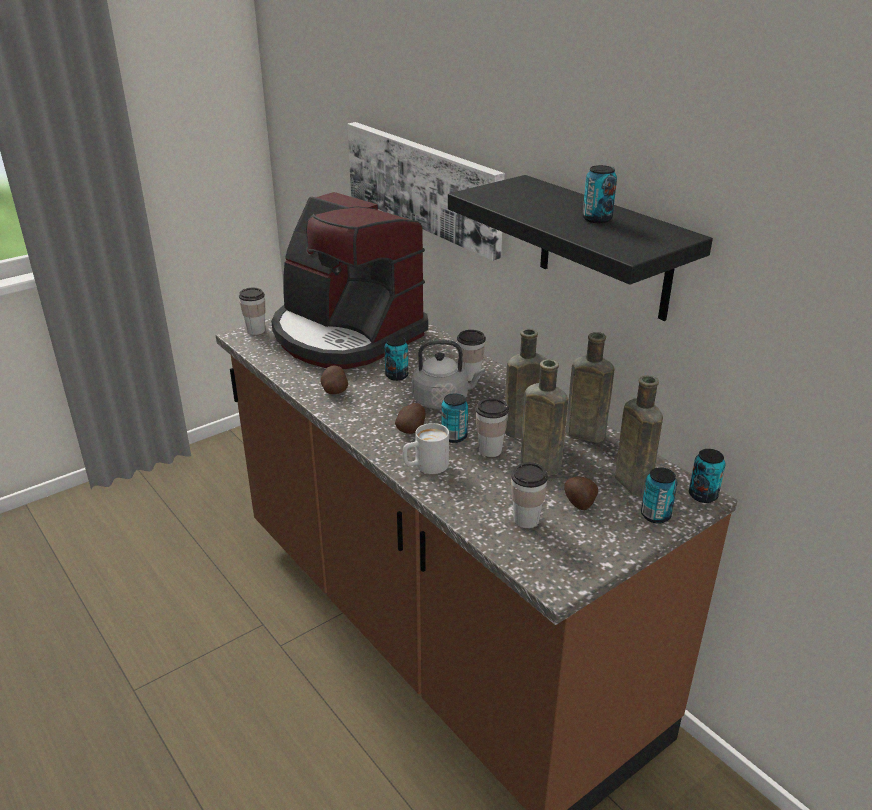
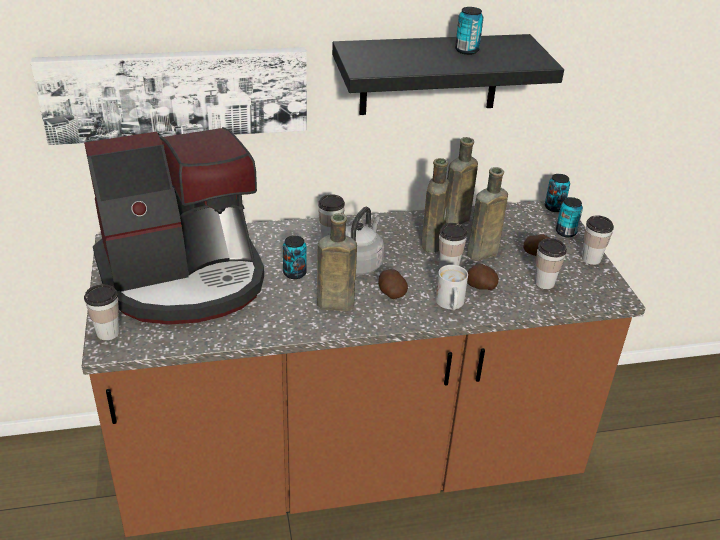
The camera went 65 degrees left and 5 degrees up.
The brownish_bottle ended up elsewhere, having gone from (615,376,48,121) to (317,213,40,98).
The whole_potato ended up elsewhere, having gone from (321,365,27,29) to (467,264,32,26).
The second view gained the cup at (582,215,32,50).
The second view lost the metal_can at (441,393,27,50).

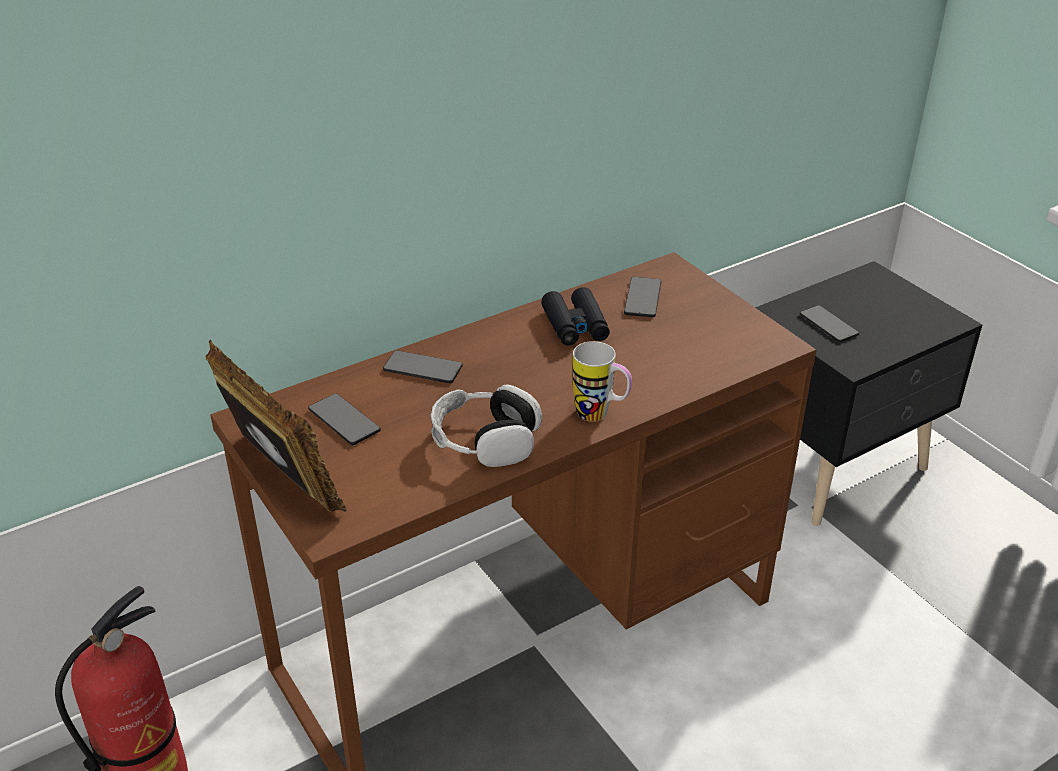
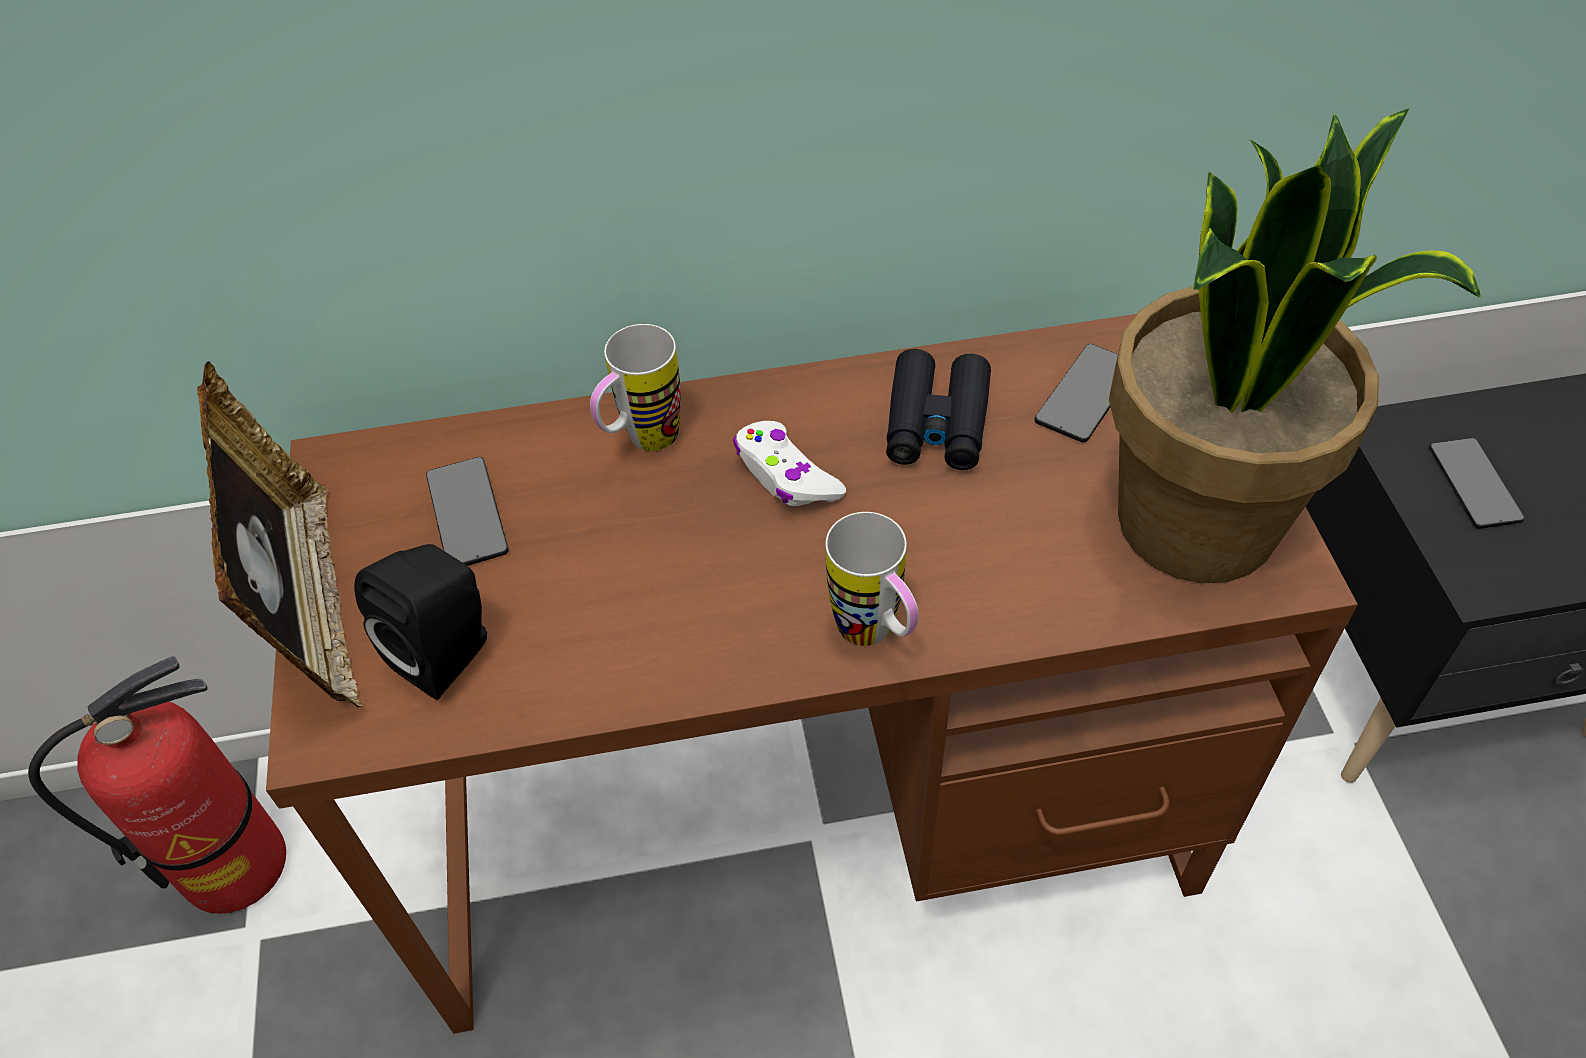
The camera went 25 degrees right and 15 degrees up.
The second view gained the black-coloured_loudspeaker at (354,544,133,156).
Where the handset stood at (383,350,80,34), the mug came to stand at (590,324,91,127).
The second view gained the white-coloured_joypad at (733,421,113,85).
The second view gained the houseplant at (1109,108,371,475).
The second view lost the headset at (431,385,111,82).

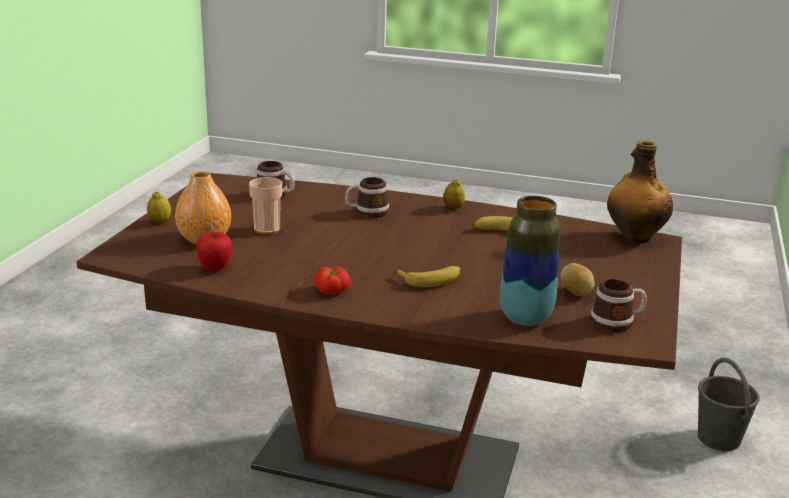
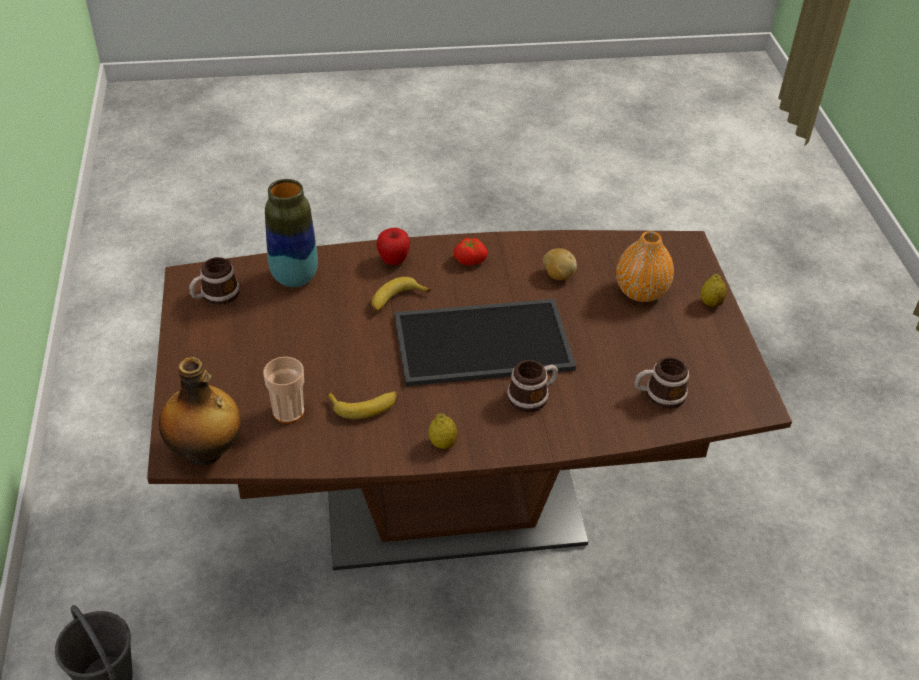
The camera went 155 degrees right and 20 degrees up.
The cup ended up elsewhere, having gone from (249,177,33,58) to (264,357,40,67).
The apple_fruit ended up elsewhere, having gone from (196,232,37,39) to (376,228,34,37).
The second view gained the serving_tray at (394,299,182,87).
The whole_potato ended up elsewhere, having gone from (560,263,35,33) to (543,248,34,32).

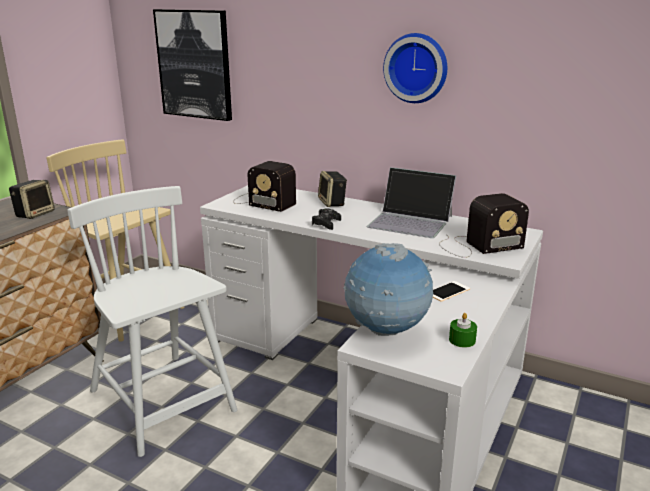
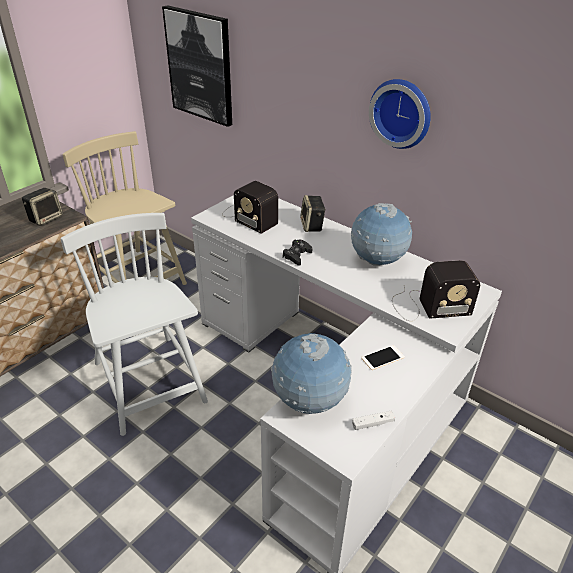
The camera went 10 degrees right and 15 degrees up.
Where the laptop stood at (366,167,90,71), the world_globe came to stand at (351,203,61,63).
Where the green_wax_light stood at (449,313,28,35), the white-coloured_joypad came to stand at (352,411,43,19).

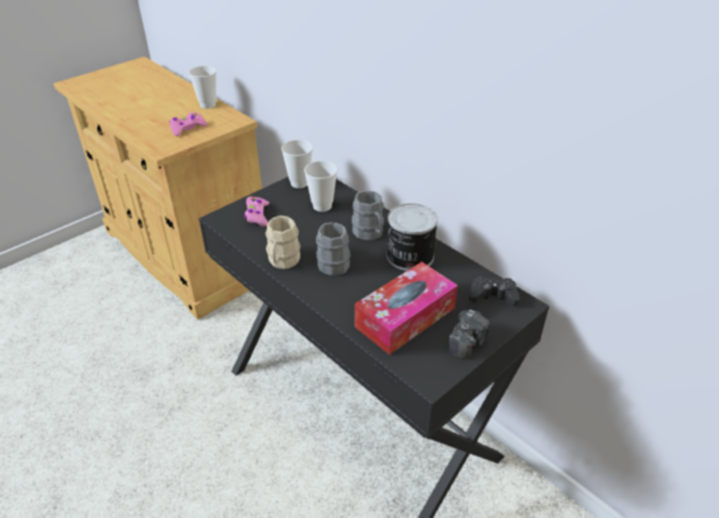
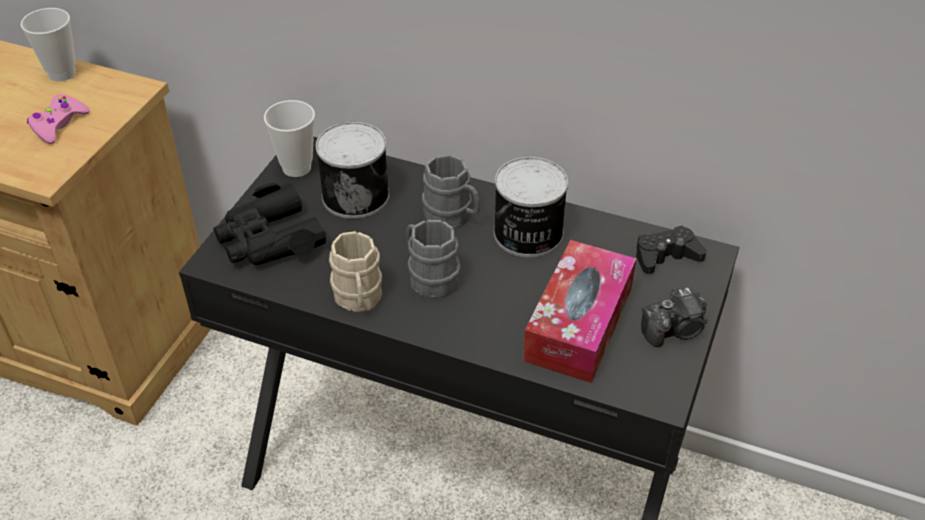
The camera went 25 degrees left and 5 degrees up.
Where the pink_joypad stood at (244,197,25,30), the black-coloured_pair_of_binoculars came to stand at (213,182,113,83).
Where the cup stood at (304,161,34,51), the metal_can came to stand at (316,122,73,97).
The still_camera at (448,309,42,50) ended up facing another way, 60 degrees clockwise from before.

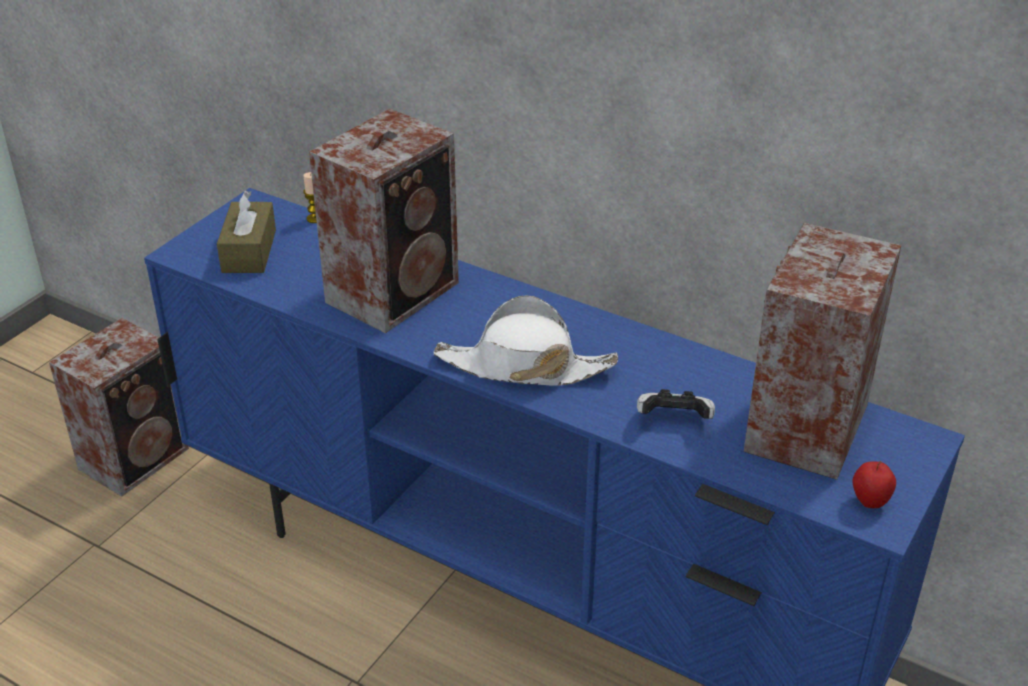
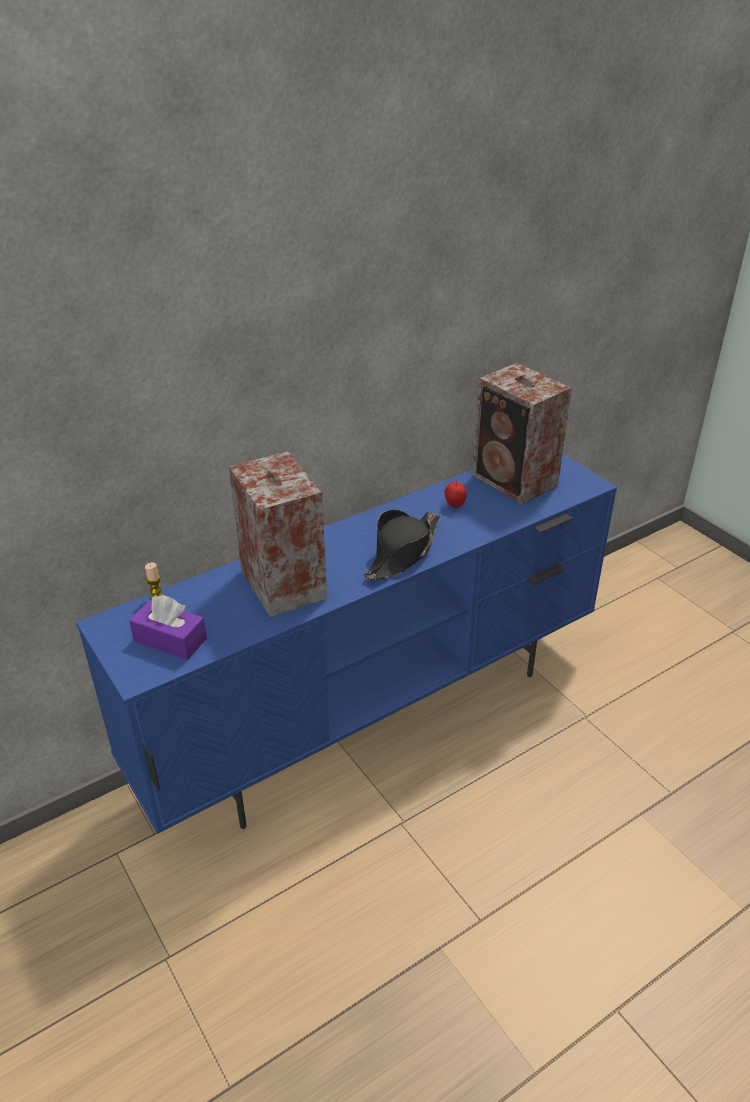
The camera went 65 degrees left and 0 degrees up.
What was the brownish_box_of_tissues at (217,190,59,83) turned into the purplish_box_of_tissues at (129,595,78,65).
What was the white-coloured_hat at (434,295,184,91) turned into the black-coloured_hat at (364,509,76,72).
The apple_fruit ended up elsewhere, having gone from (853,461,43,47) to (445,480,22,28).
The second view lost the loudspeaker at (49,318,140,179).
The second view lost the joypad at (637,389,78,30).

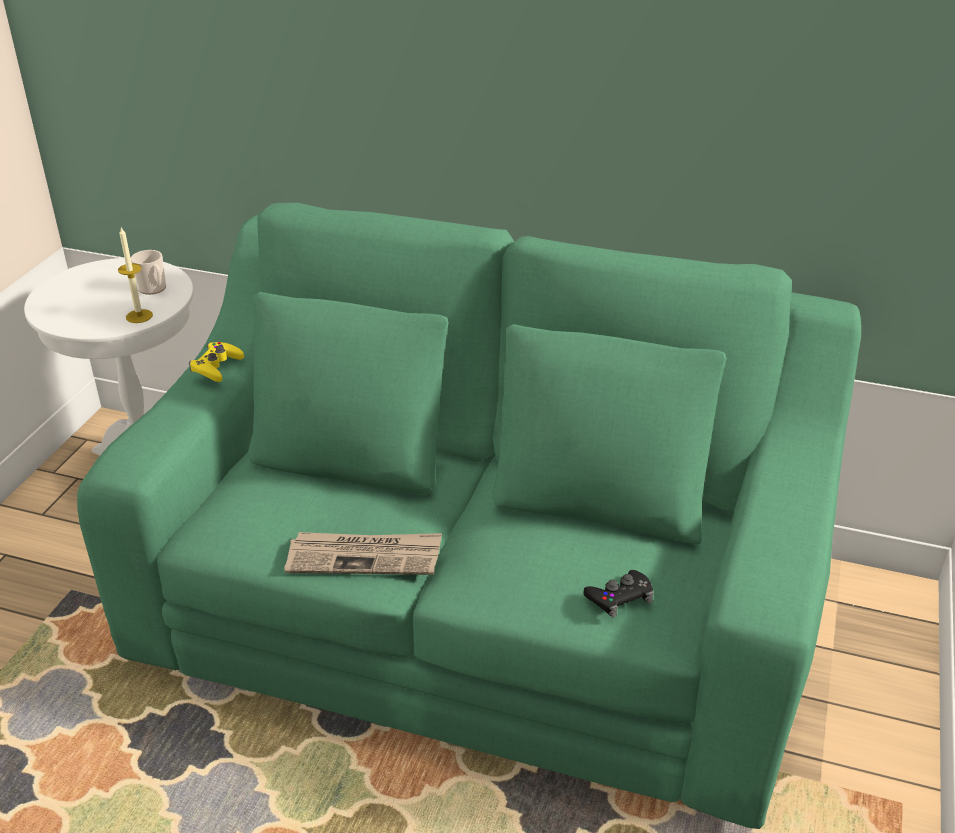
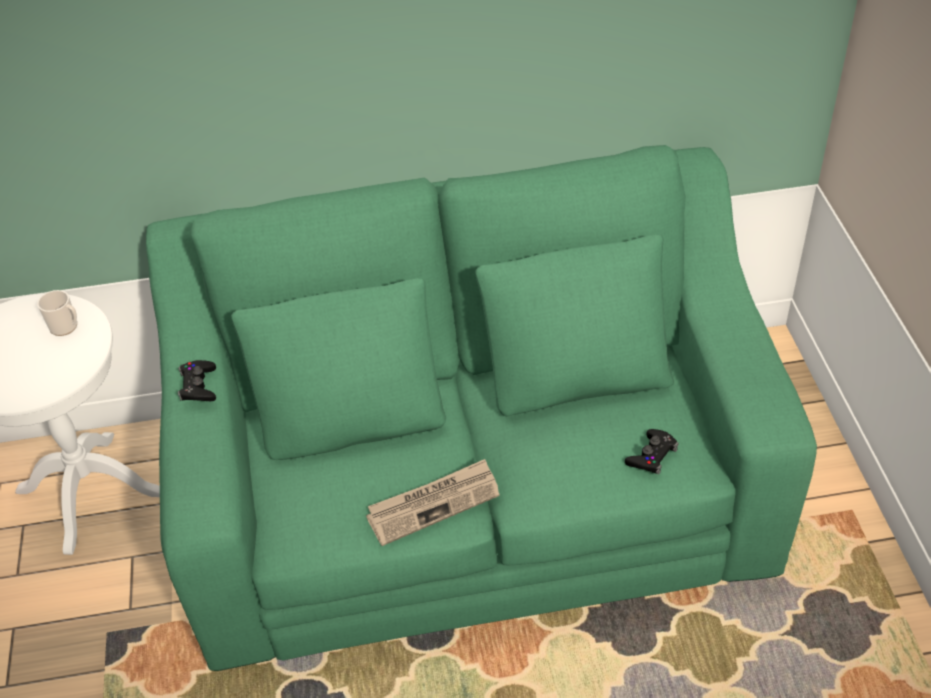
The camera went 25 degrees left and 10 degrees up.
What was the yellow-coloured_joypad at (189,342,55,40) turned into the black-coloured_joypad at (178,360,38,41).
The second view lost the wax_light at (118,228,35,95).

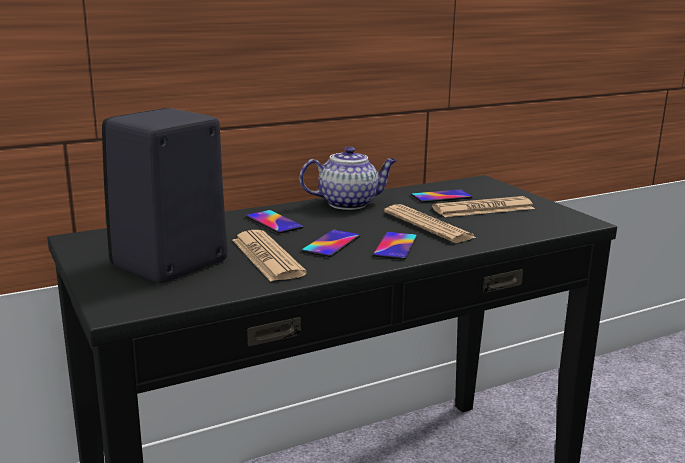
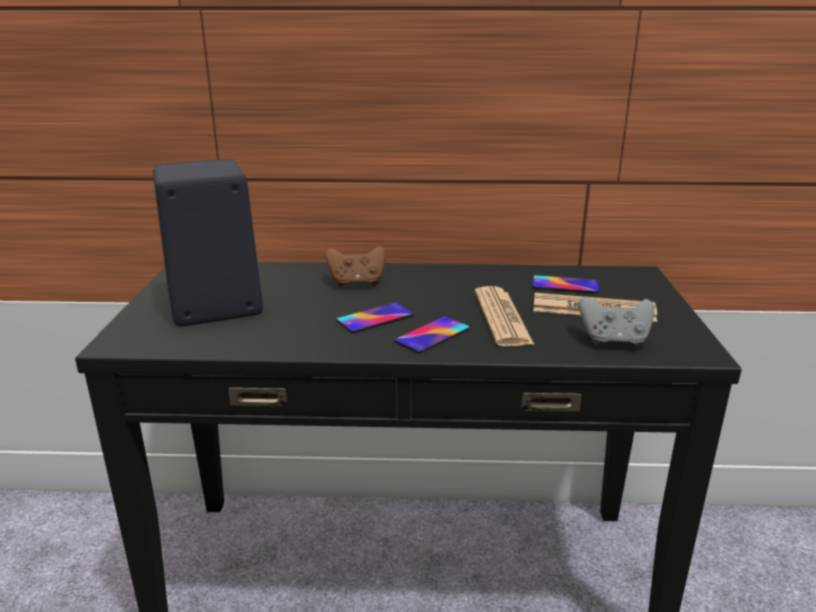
The camera went 30 degrees right and 5 degrees up.
Where the handset stood at (246,210,57,23), the brownish_joypad came to stand at (325,246,61,41).
The second view gained the gray_joypad at (579,296,75,51).
The second view lost the daily_paper at (232,230,75,52).
The second view lost the pot_for_tea at (299,146,98,64).

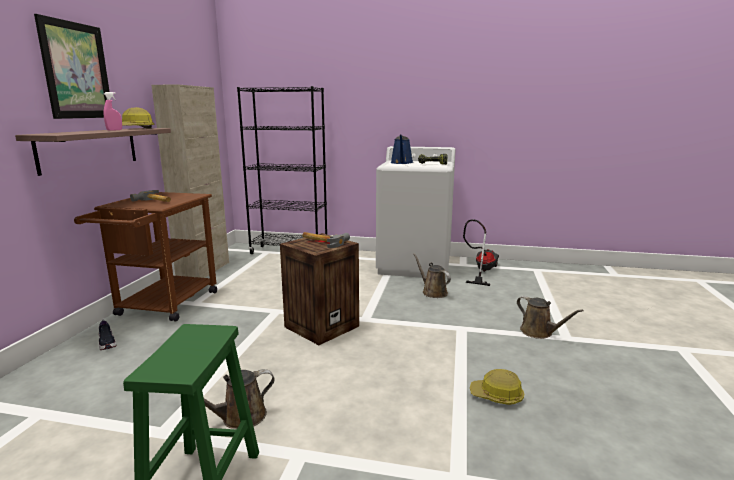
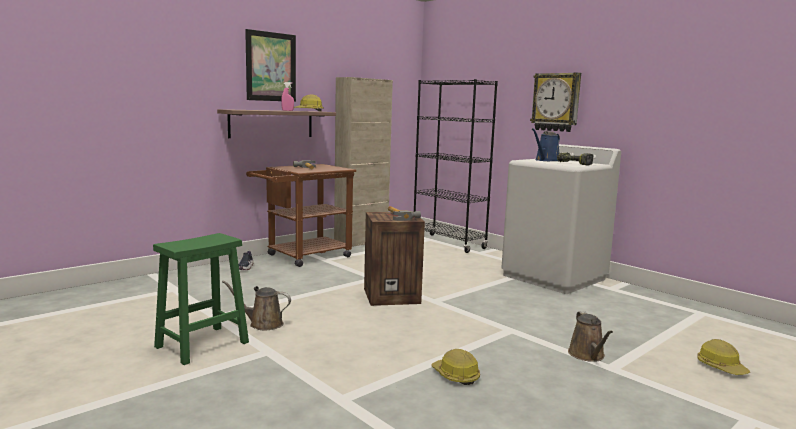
The camera went 35 degrees right and 5 degrees down.
The second view gained the hanging_clock at (530,72,51,60).
The second view gained the hard_hat at (697,339,53,36).
The second view lost the brownish_watering_can at (413,254,38,44).
The second view lost the vacuum at (463,219,36,67).

